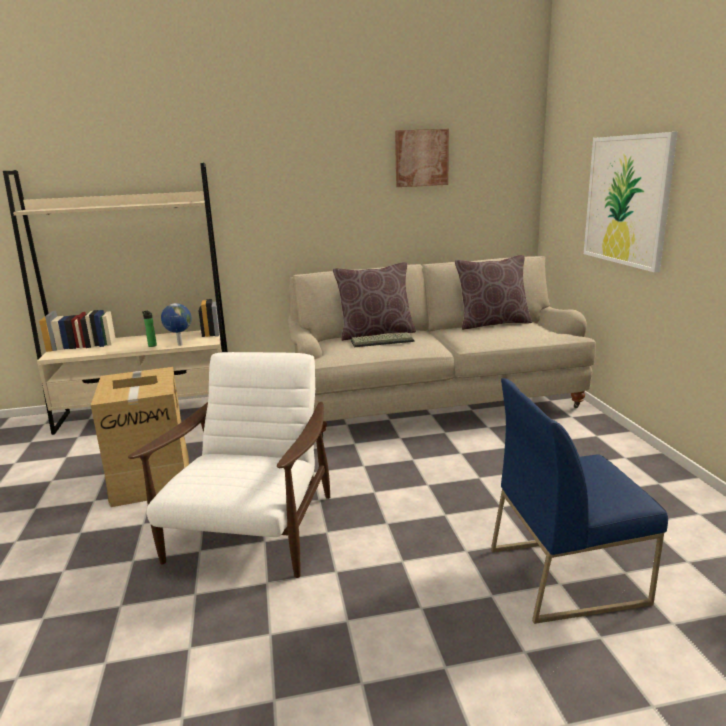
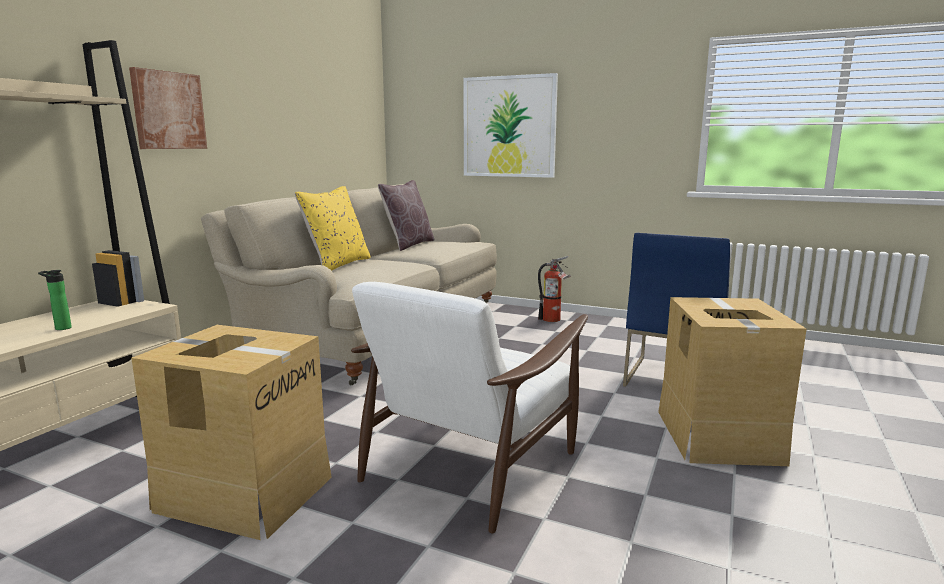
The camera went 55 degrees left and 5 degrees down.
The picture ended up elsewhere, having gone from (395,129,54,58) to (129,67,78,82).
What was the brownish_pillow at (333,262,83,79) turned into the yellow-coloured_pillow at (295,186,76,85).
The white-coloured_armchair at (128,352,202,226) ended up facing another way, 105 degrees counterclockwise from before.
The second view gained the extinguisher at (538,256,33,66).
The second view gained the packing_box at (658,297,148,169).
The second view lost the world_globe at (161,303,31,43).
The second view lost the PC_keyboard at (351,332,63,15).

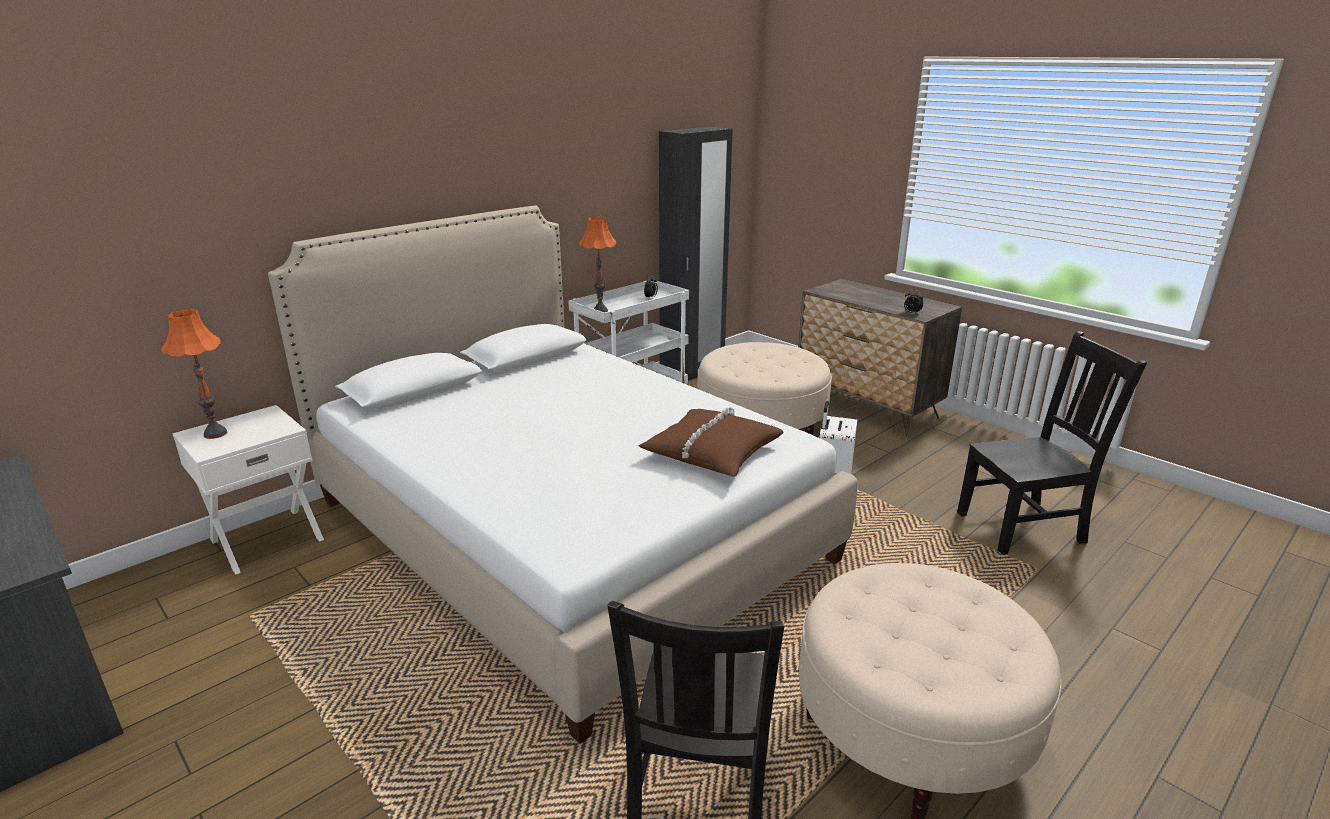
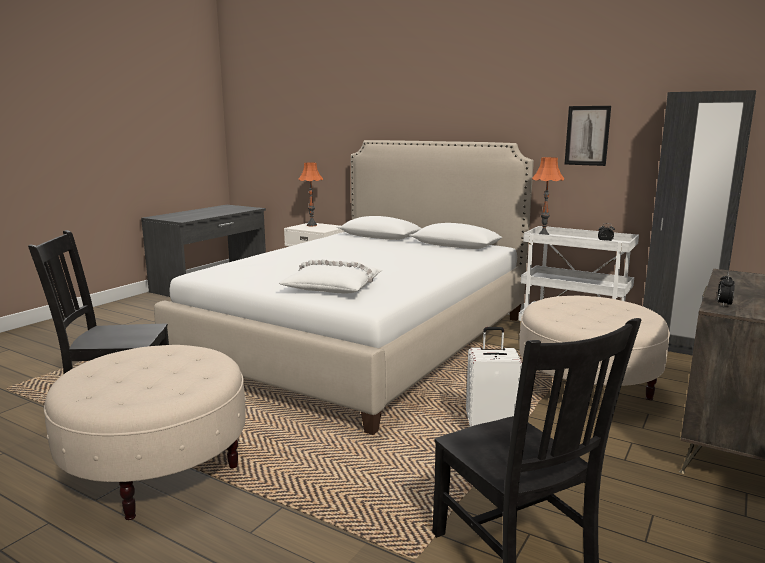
The camera went 75 degrees right and 10 degrees down.
What was the brownish_pillow at (638,407,146,70) turned into the white-coloured_pillow at (279,259,103,35).
The second view gained the picture at (565,106,46,60).

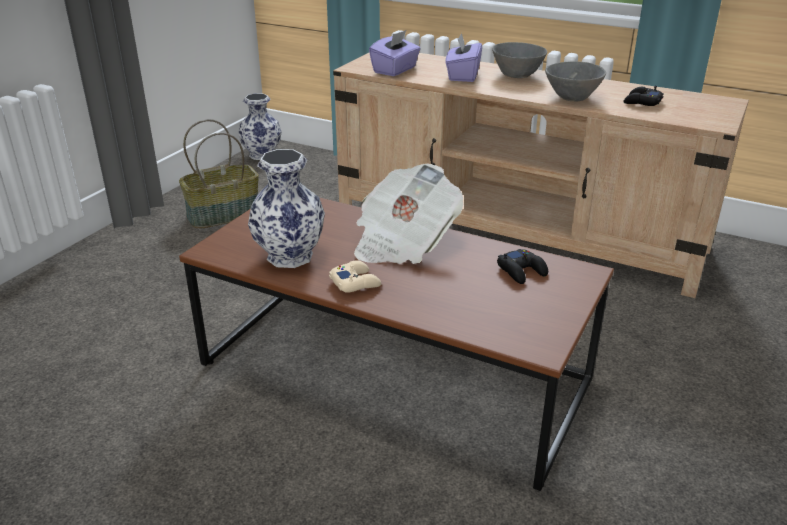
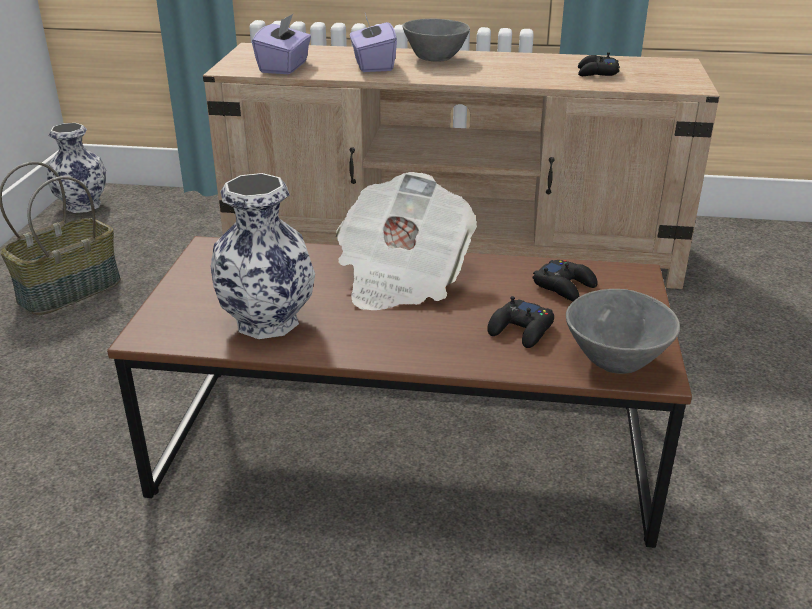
The camera went 20 degrees left and 0 degrees up.
The second view gained the black-coloured_joypad at (487,296,67,52).
The gray_deep_dish ended up elsewhere, having gone from (545,61,61,40) to (566,289,114,85).
The second view lost the sand-coloured_joypad at (329,260,53,33).

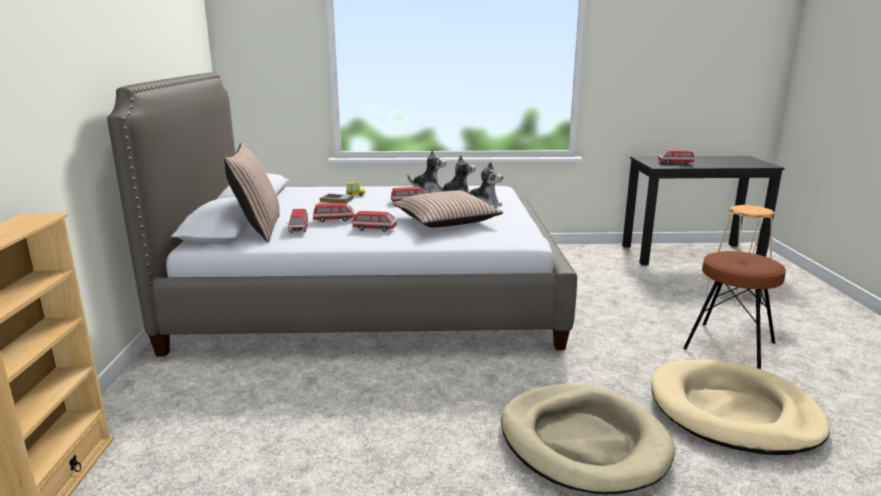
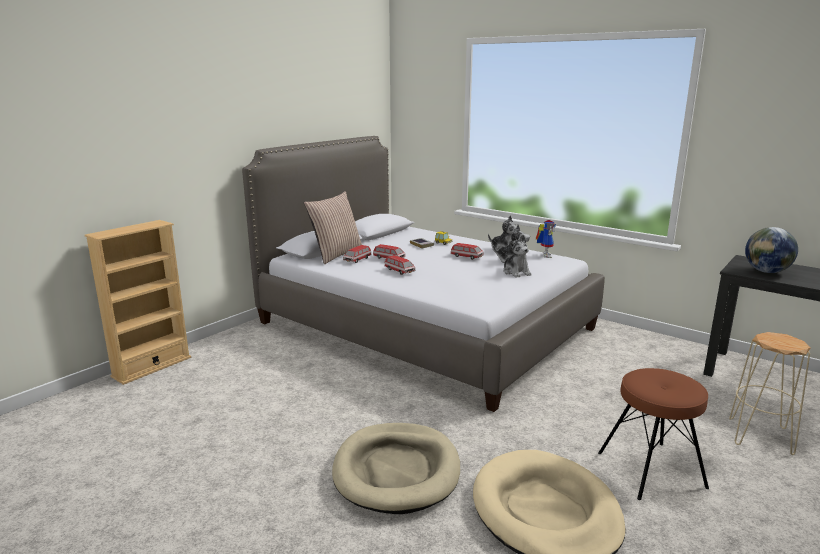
The camera went 40 degrees right and 0 degrees up.
The second view gained the toy_robot at (536,220,20,38).
Where the toy_car stood at (657,150,38,15), the world_globe came to stand at (745,227,53,46).
The second view lost the pillow at (393,190,110,38).

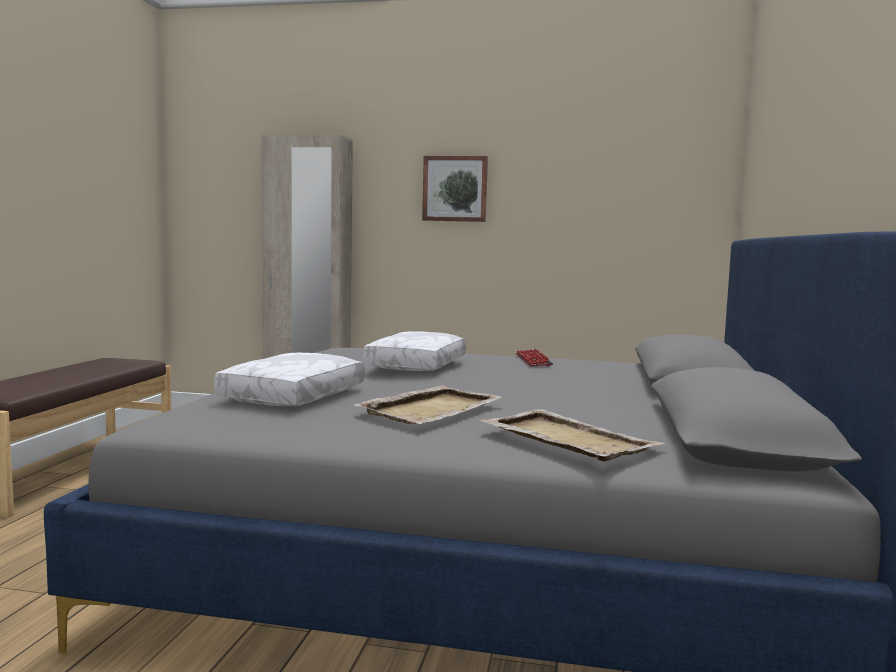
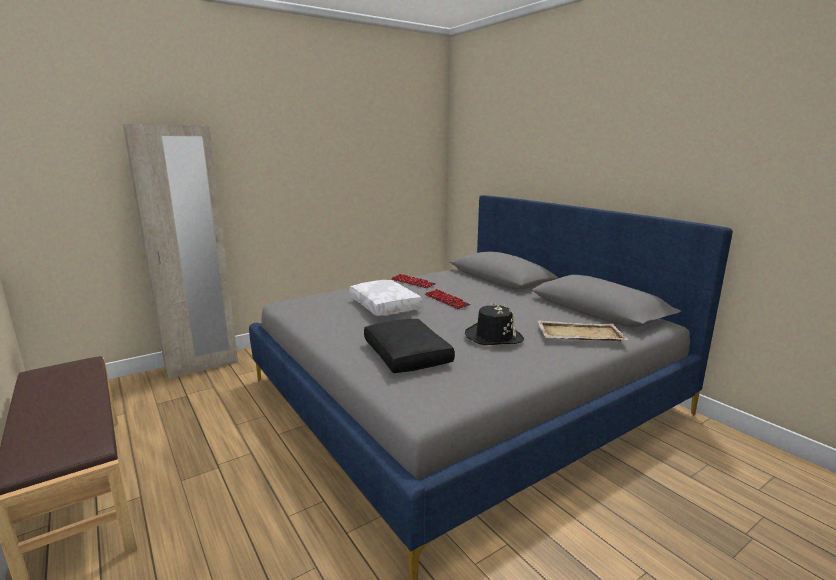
The camera went 45 degrees left and 10 degrees up.
What was the white-coloured_pillow at (214,353,151,53) turned into the black-coloured_pillow at (364,319,91,54).
The second view gained the PC_keyboard at (425,289,45,20).
Where the sand-coloured_serving_tray stood at (355,385,147,39), the black-coloured_hat came to stand at (465,303,59,42).
The second view lost the picture at (422,156,66,66).

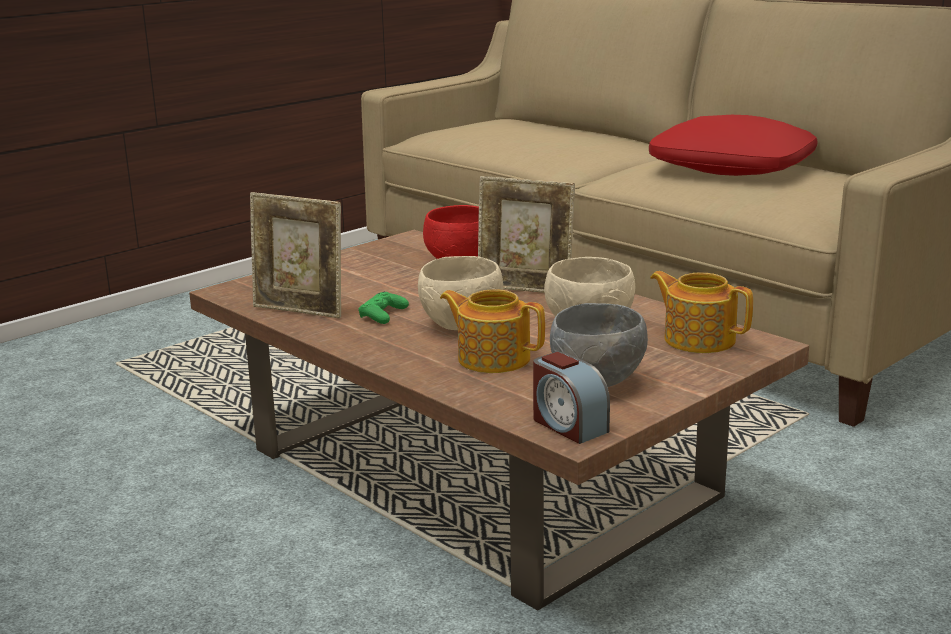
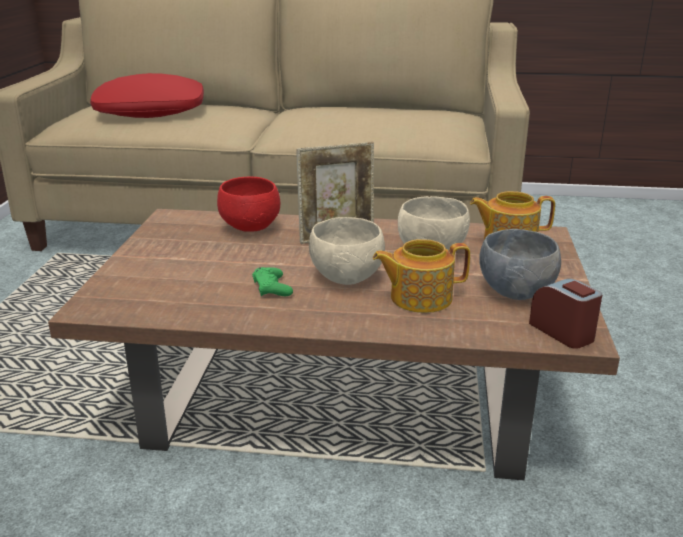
The camera went 40 degrees left and 5 degrees up.
The reddish_pillow ended up elsewhere, having gone from (649,115,168,61) to (90,73,114,45).
The table_clock at (533,352,77,92) ended up facing another way, 135 degrees counterclockwise from before.
The second view lost the standing_frame at (250,192,91,126).

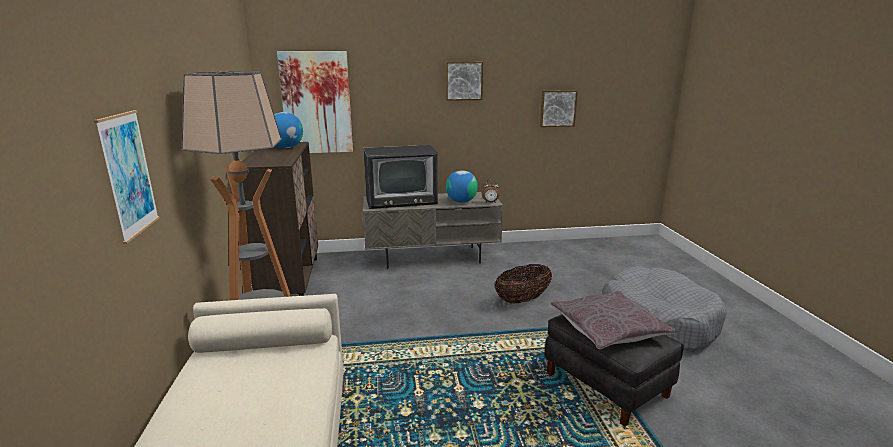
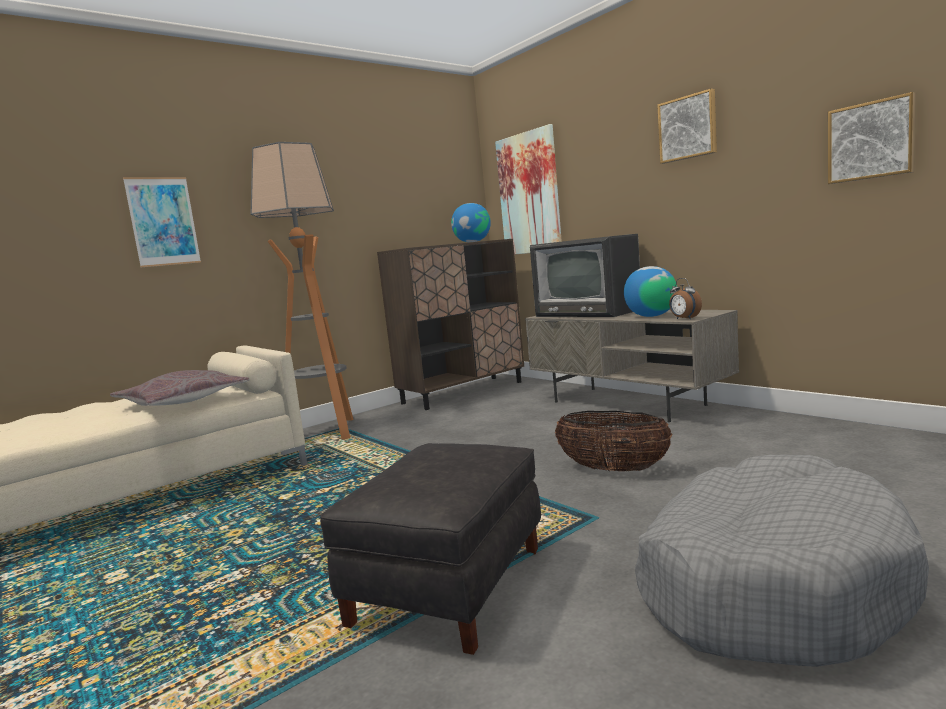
The camera went 60 degrees right and 10 degrees down.
The gray_pillow ended up elsewhere, having gone from (551,291,127,58) to (110,370,140,36).

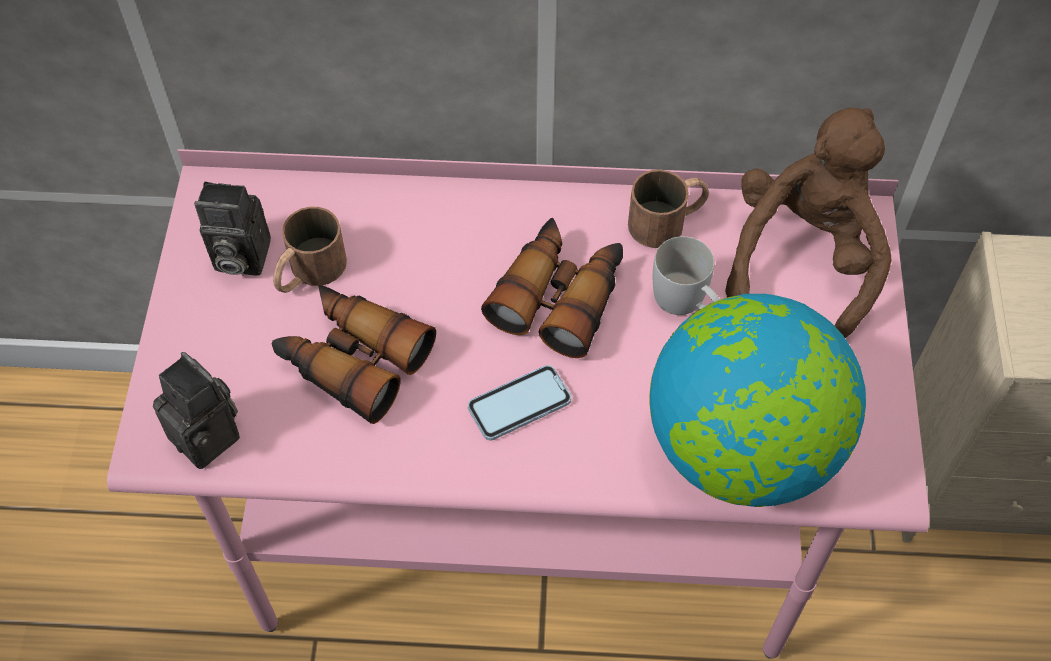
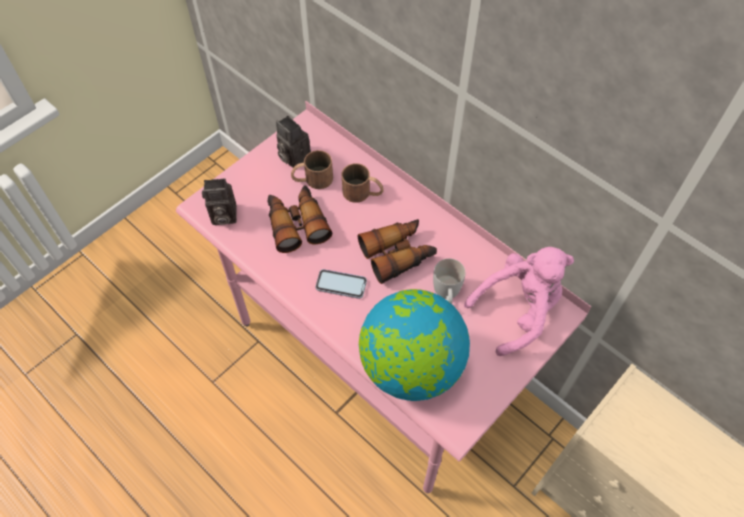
The camera went 40 degrees right and 0 degrees up.
The still_camera at (153,352,87,117) ended up facing another way, 90 degrees clockwise from before.
The brownish_mug ended up elsewhere, having gone from (628,169,81,79) to (342,163,42,40).
What was the brownish_plush_toy at (725,108,166,230) turned into the pink_plush_toy at (464,247,110,109).

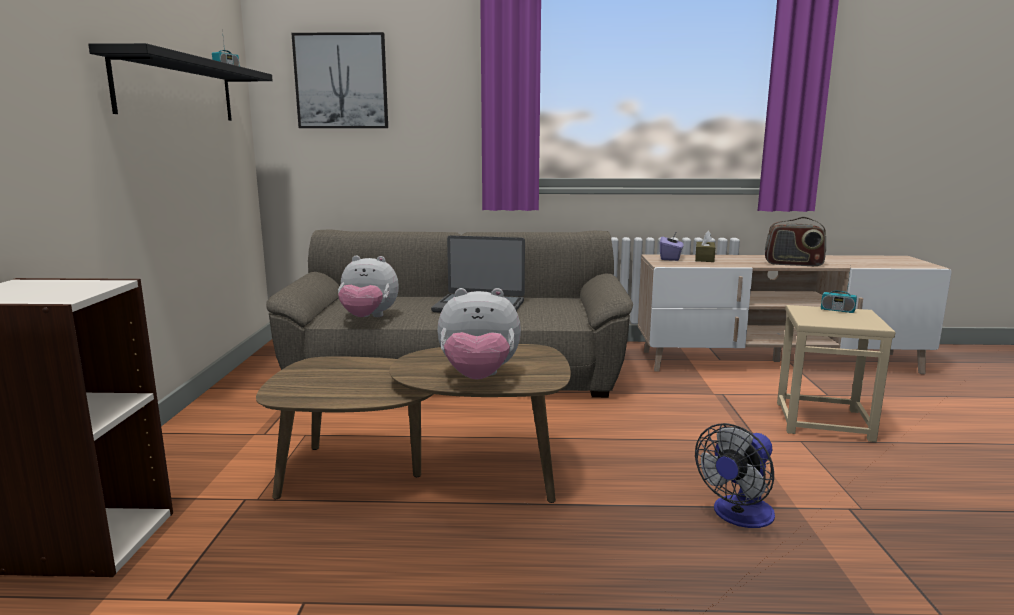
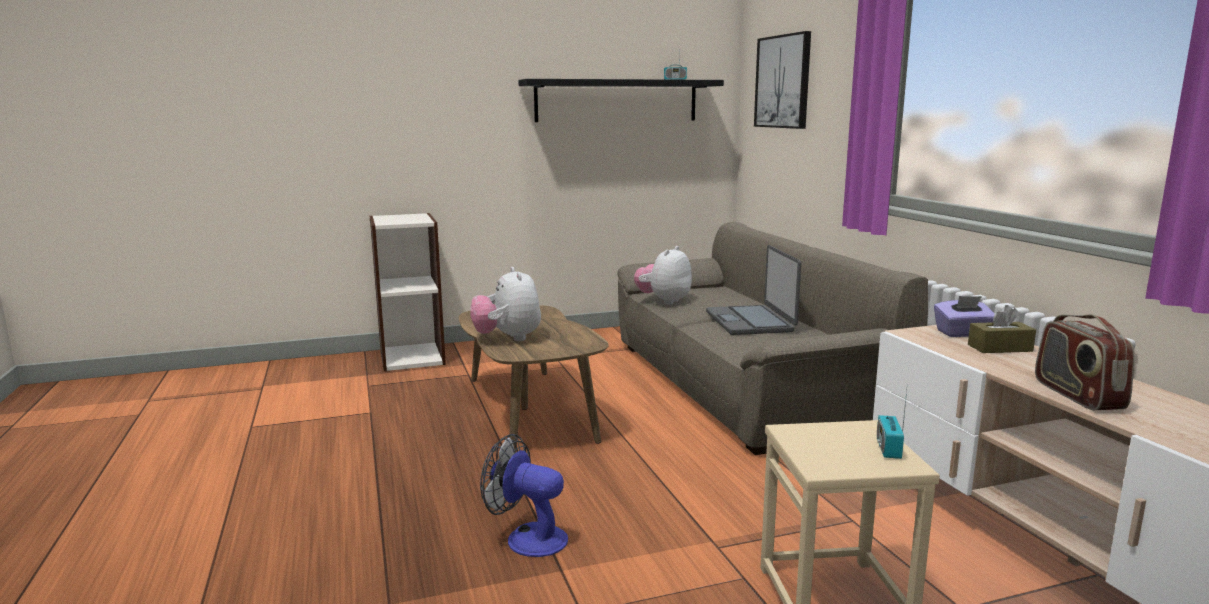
The camera went 70 degrees right and 0 degrees up.
The plush_toy at (338,256,61,61) ended up facing another way, 45 degrees clockwise from before.

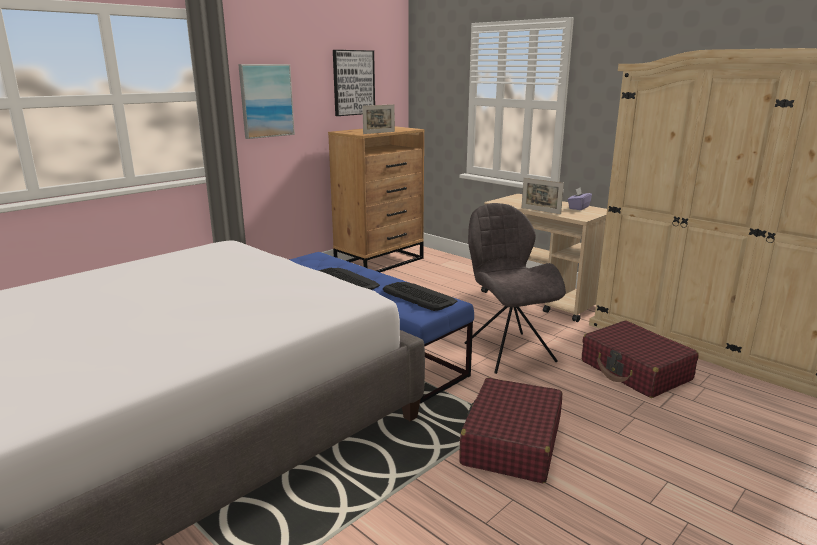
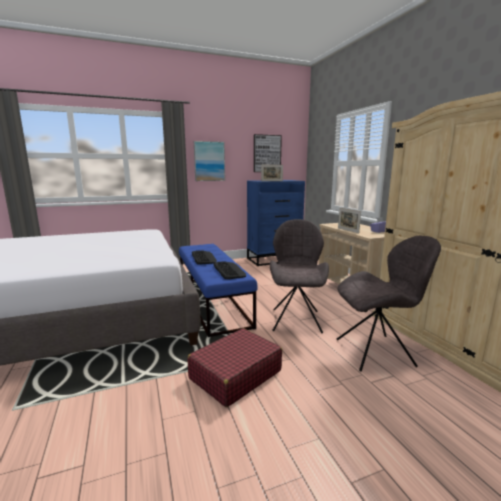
The camera went 25 degrees right and 5 degrees down.
What was the brownish_chest_of_drawers at (328,126,96,146) turned into the bluish_chest_of_drawers at (247,180,58,86).
Where the reddish_suitcase stood at (582,321,117,77), the gray_upright_chair came to stand at (337,236,104,135).

